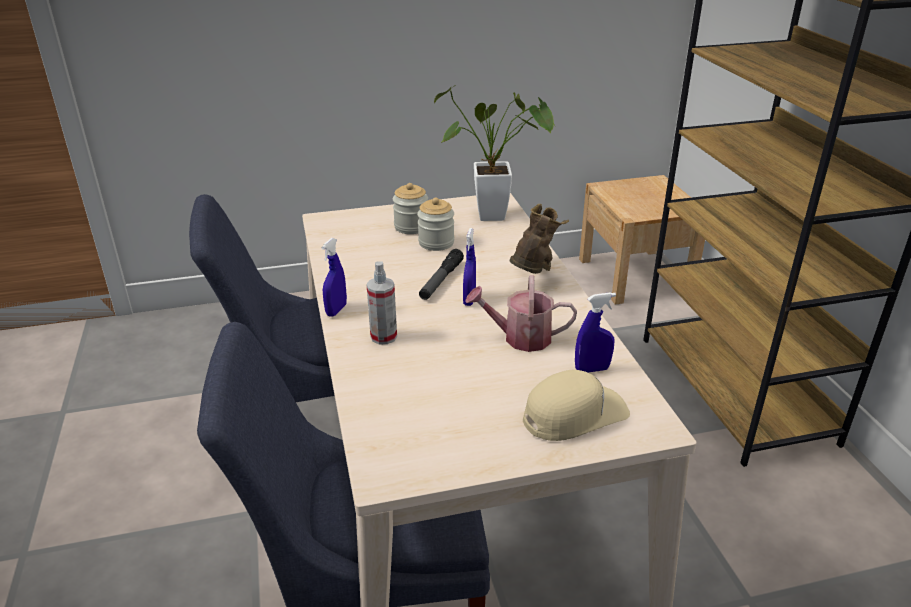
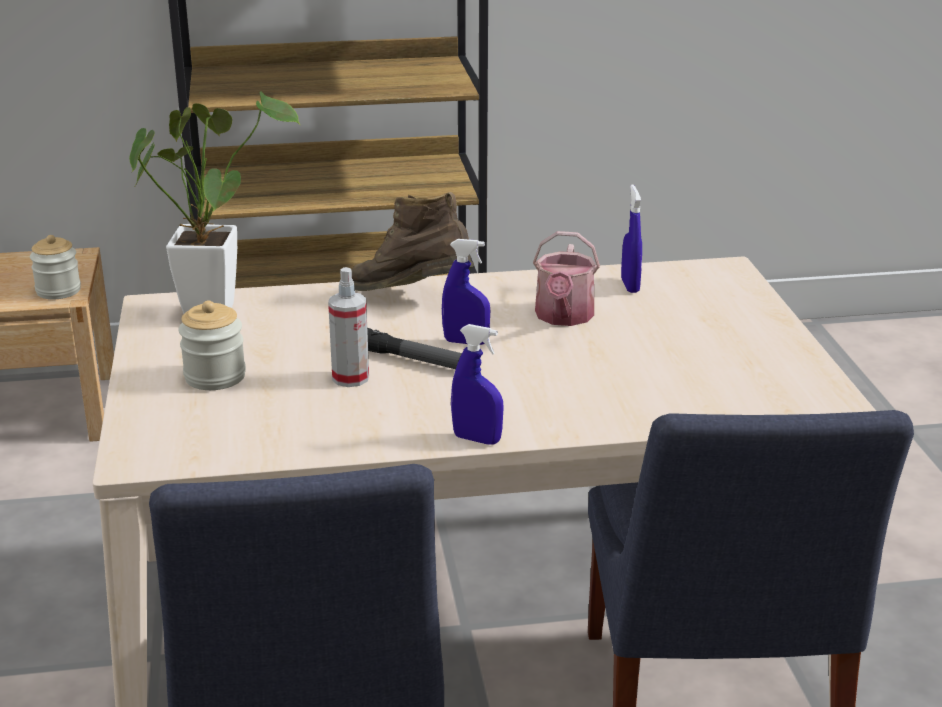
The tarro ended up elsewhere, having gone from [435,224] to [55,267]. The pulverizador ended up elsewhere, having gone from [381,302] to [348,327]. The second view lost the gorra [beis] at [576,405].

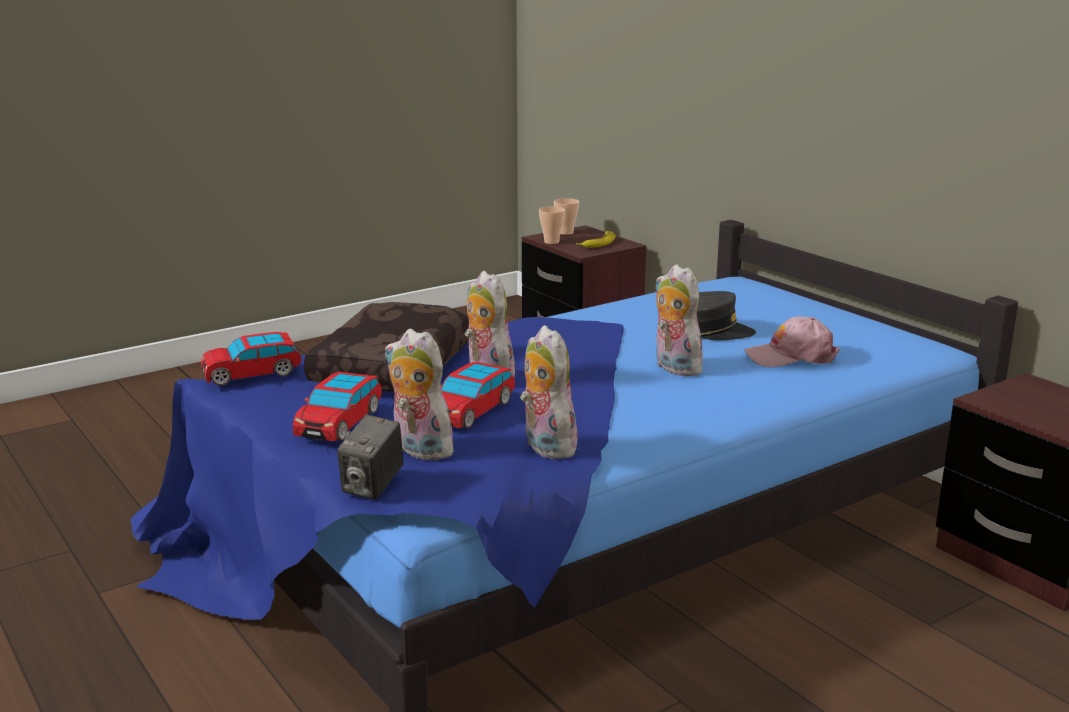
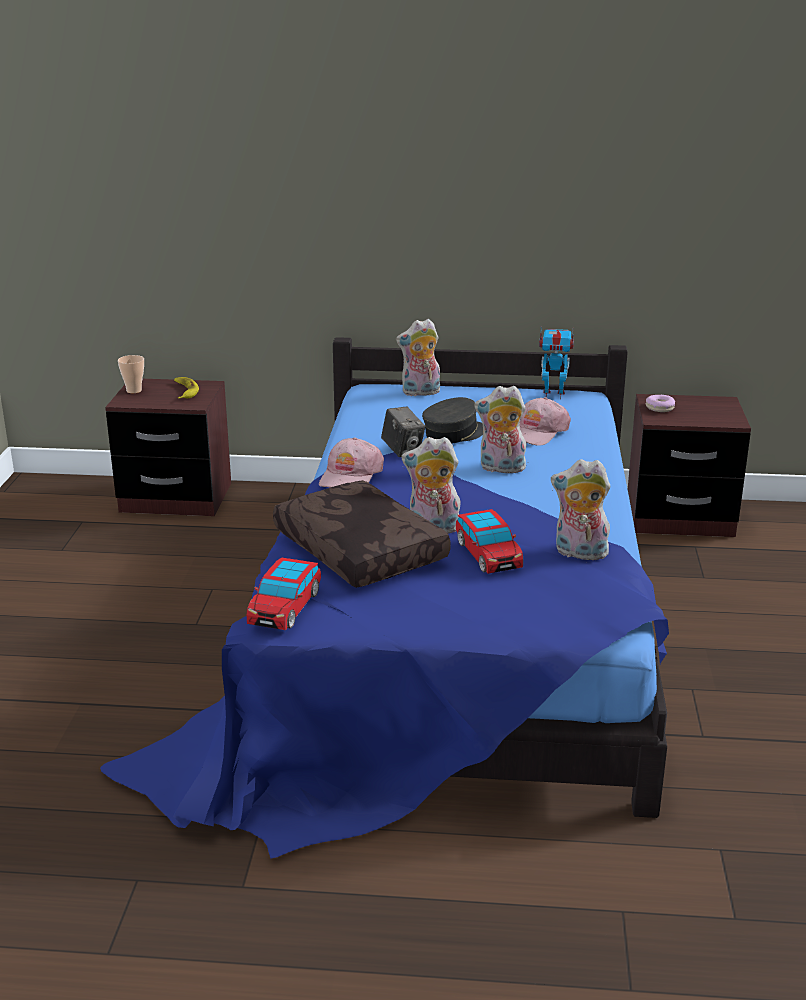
The second view lost the taza at [552,225]. The peluche ended up elsewhere, having gone from [423,394] to [418,358]. The second view lost the coche de juguete at [337,406]. The cámara ended up elsewhere, having gone from [370,457] to [403,431]. The second view gained the robot de juguete at [556,362]. The second view gained the rosquilla at [660,403]. The second view gained the gorra [rosa] at [351,462].

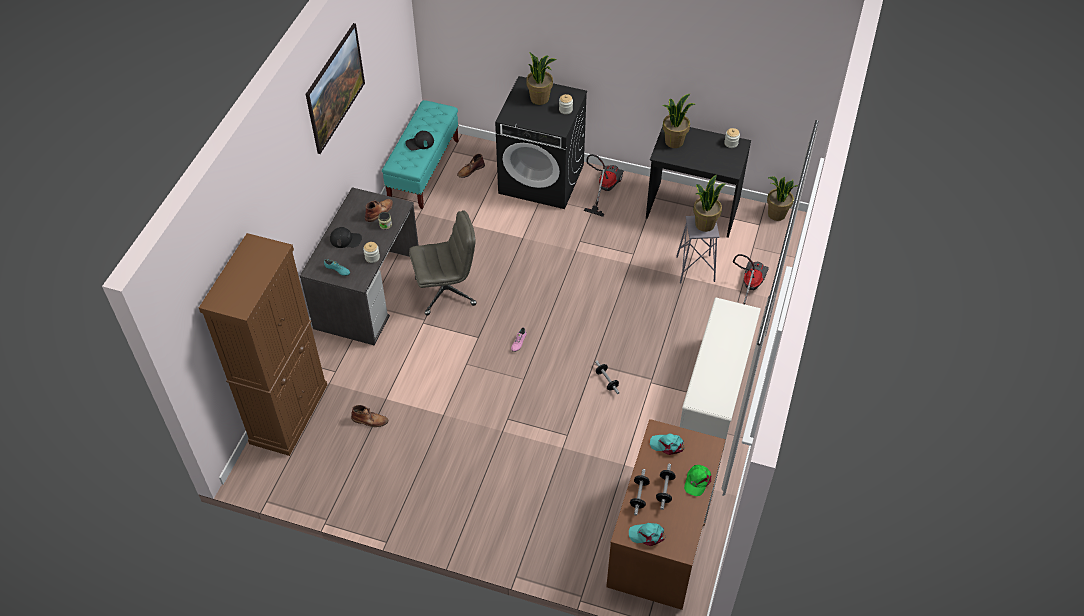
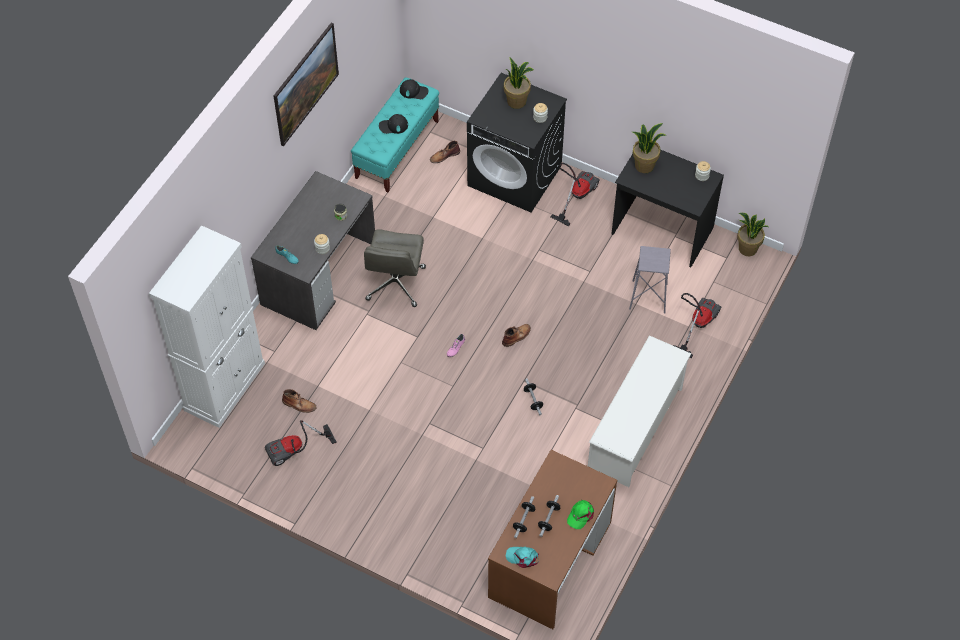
The second view lost the planta en maceta at [709,203]. The bota [marrón] ended up elsewhere, having gone from [379,210] to [516,335]. The silla de oficina [gris] at [443,263] ended up facing another way, 105 degrees clockwise from before. The gorra [negro] ended up elsewhere, having gone from [346,237] to [414,89]. What was the armario [marrón] at [263,344] turned into the armario [blanco] at [207,326]. The second view lost the gorra [turquesa] at [667,444]. The second view gained the aspiradora at [301,443].

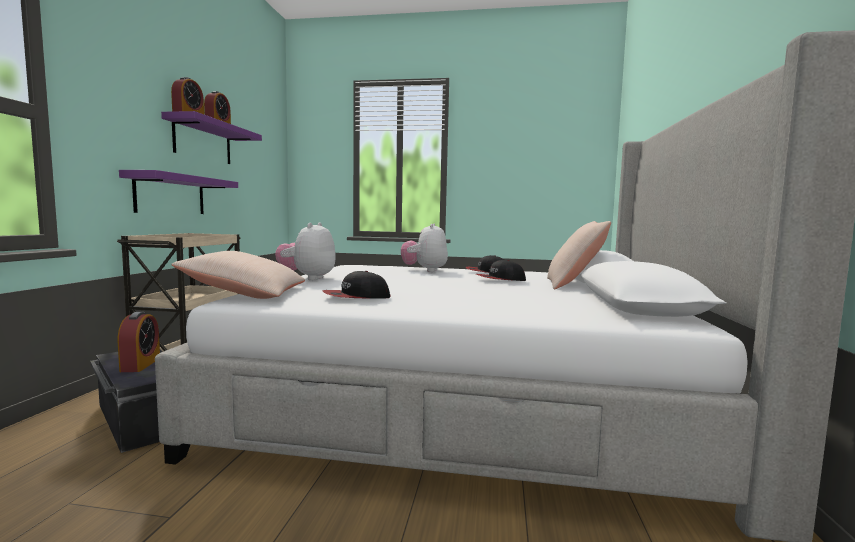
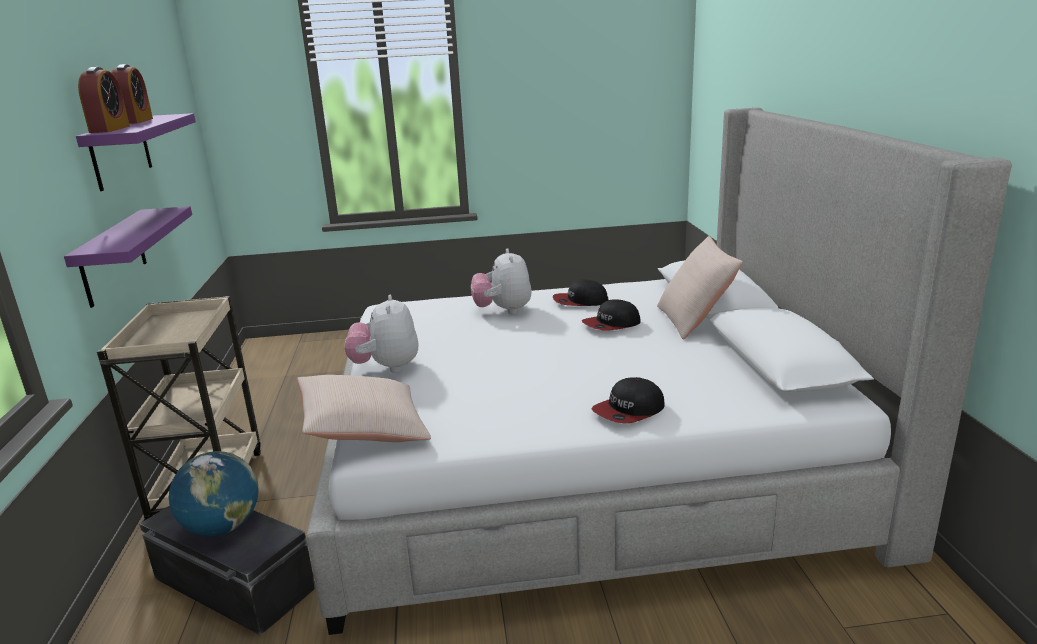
The gorra ended up elsewhere, having gone from [357,285] to [627,400]. Where the despertador stood at [139,342], the globo terráqueo came to stand at [214,493].

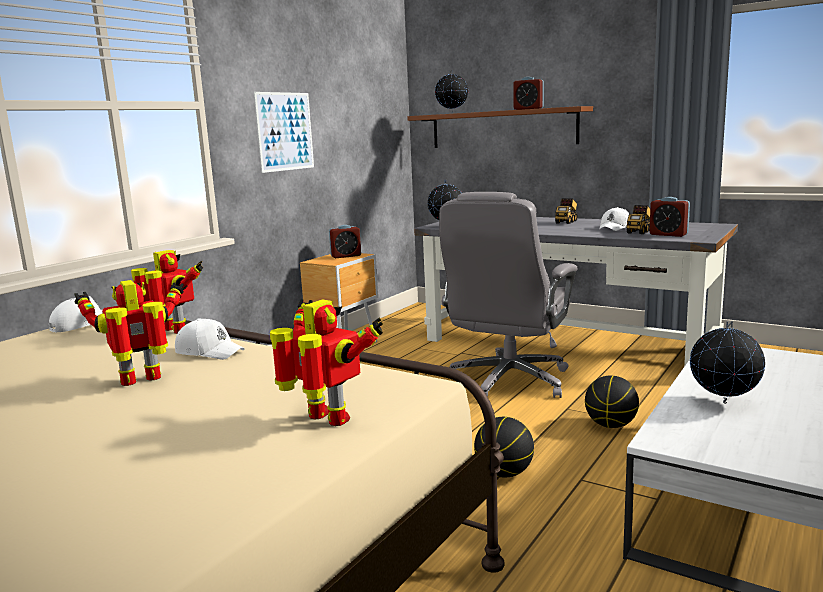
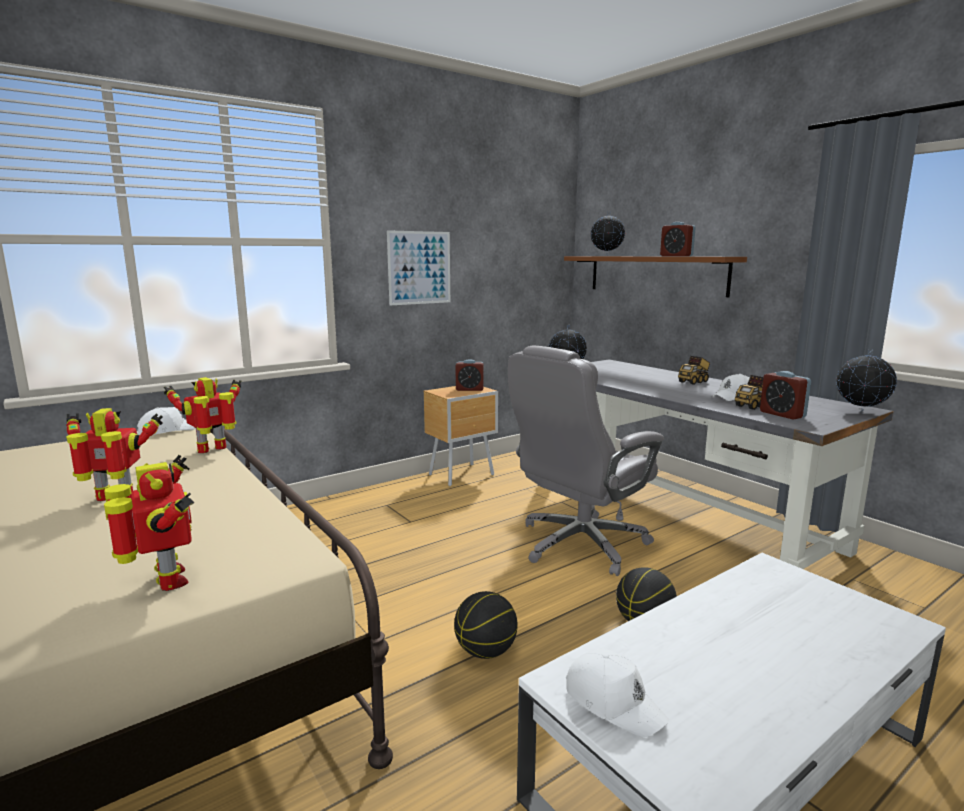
The robot de juguete at [167,292] ended up facing another way, 105 degrees counterclockwise from before. The gorra [blanco] ended up elsewhere, having gone from [210,339] to [617,693]. The globo terráqueo ended up elsewhere, having gone from [727,362] to [866,381].

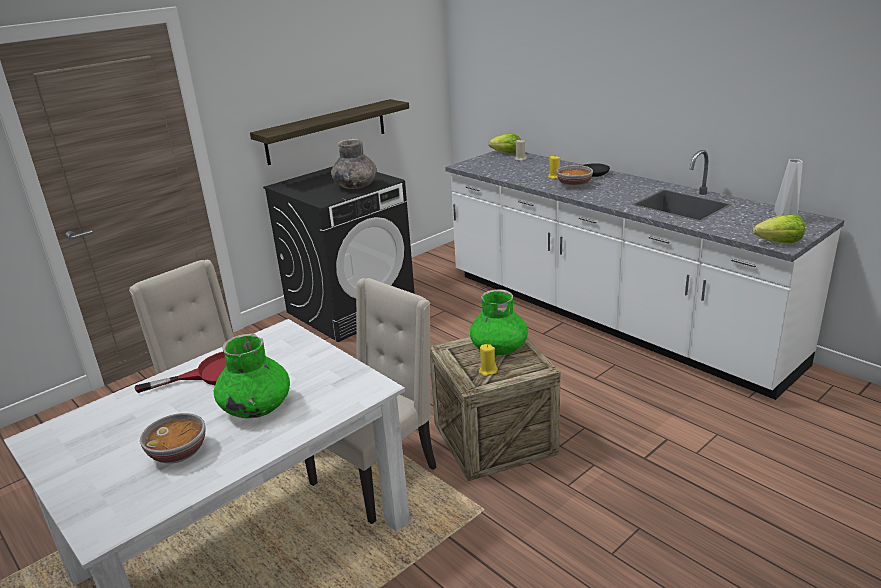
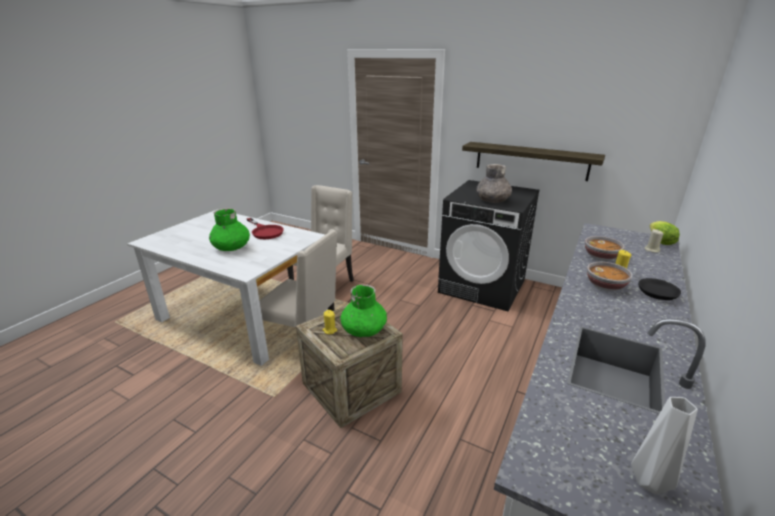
The second view lost the lechuga at [779,228]. The cuenco ended up elsewhere, having gone from [173,438] to [605,248].

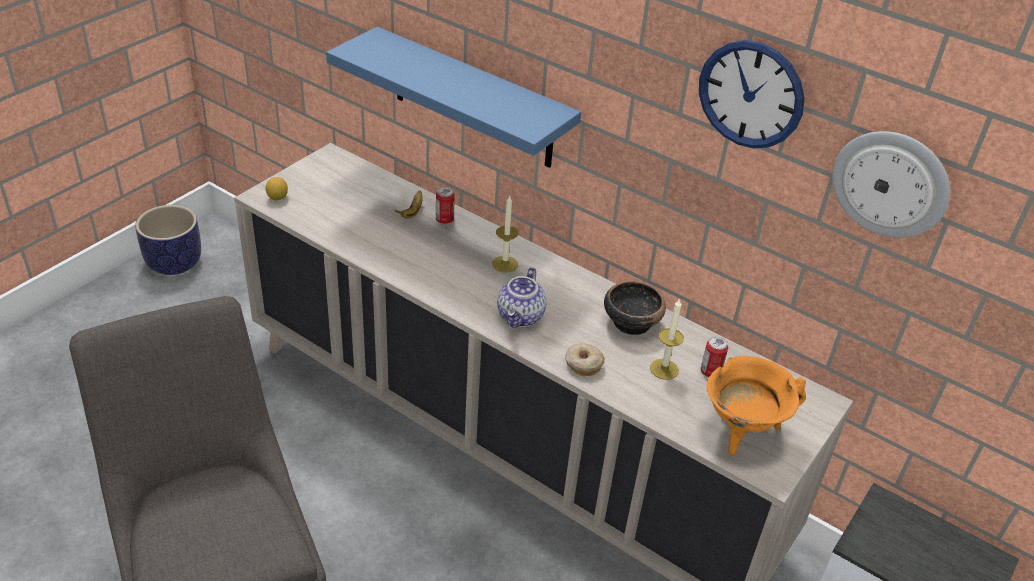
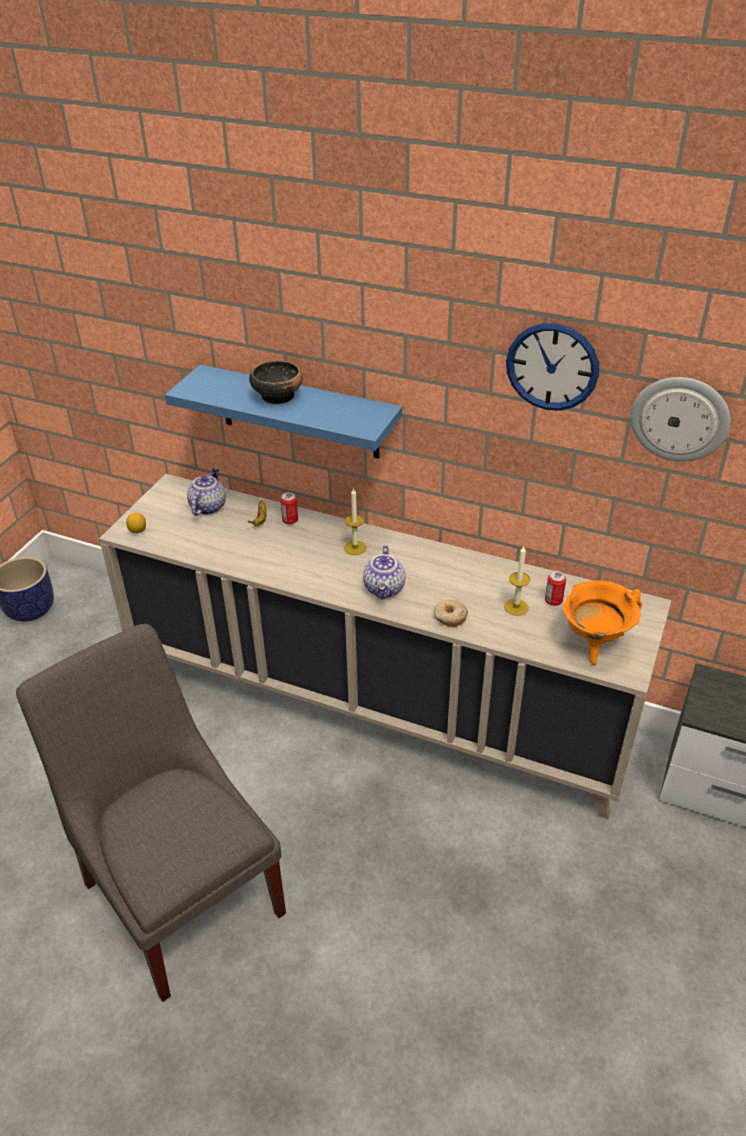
The cuenco ended up elsewhere, having gone from [635,308] to [276,382]. The second view gained the tetera at [206,491].

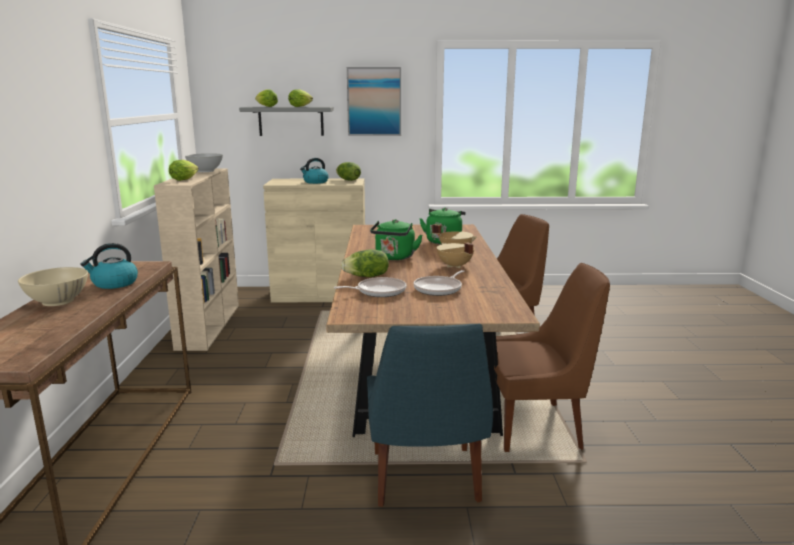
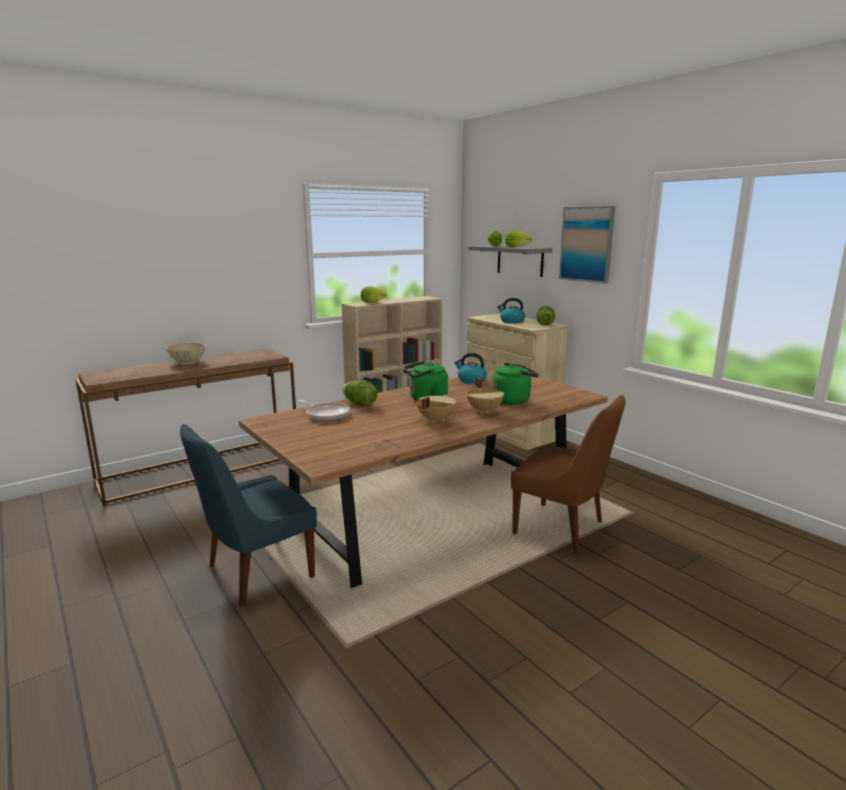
The second view lost the cuenco [blanco] at [204,162]. The hervidor ended up elsewhere, having gone from [109,266] to [471,368]. The second view lost the silla [marrón] at [552,357]. The second view lost the sartén at [439,283].

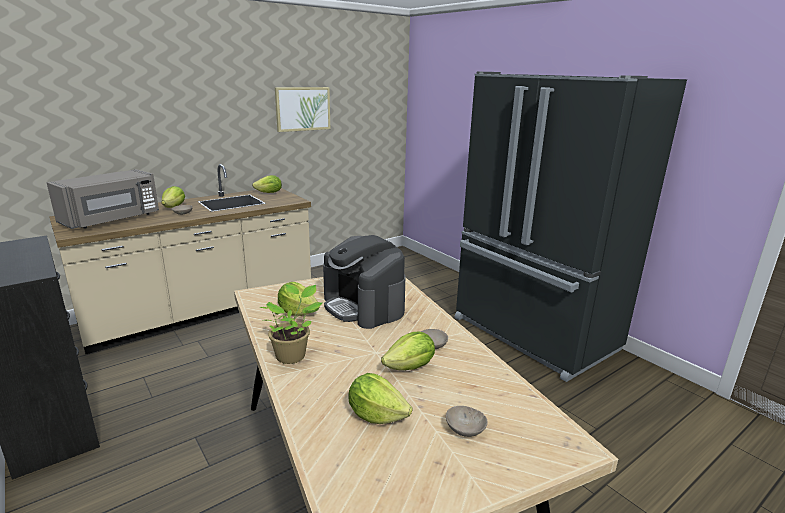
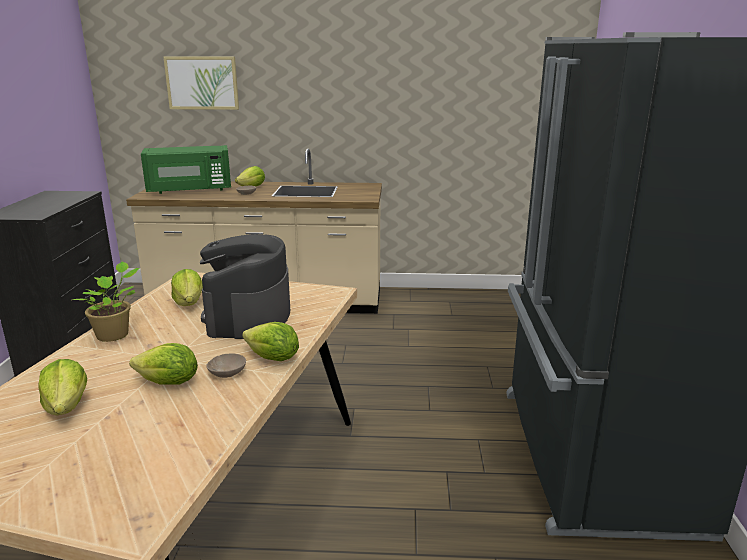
The cuadro ended up elsewhere, having gone from [302,109] to [201,83]. What was the microondas [gris] at [103,199] turned into the microondas [verde] at [186,169]. The lechuga ended up elsewhere, having gone from [267,184] to [270,341]. The second view lost the cuenco [beis] at [466,421].

